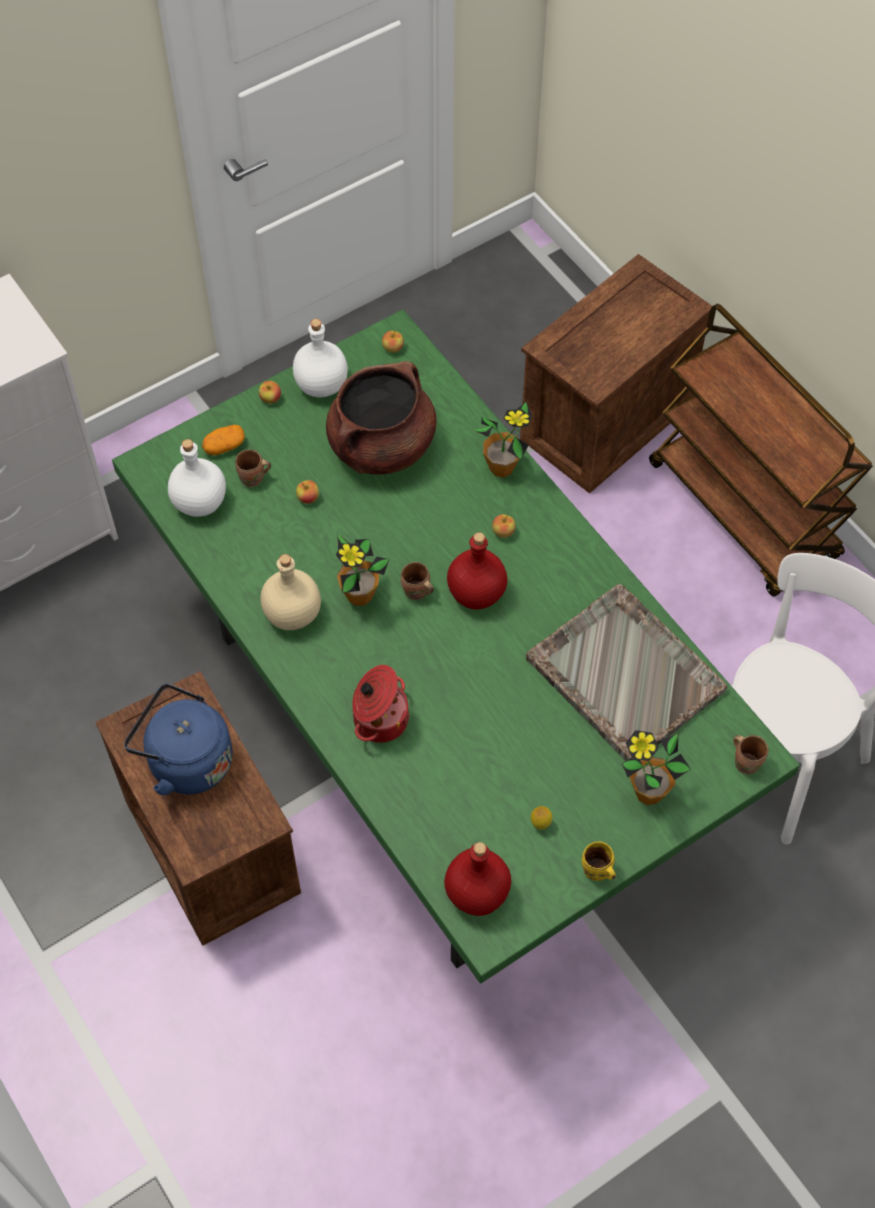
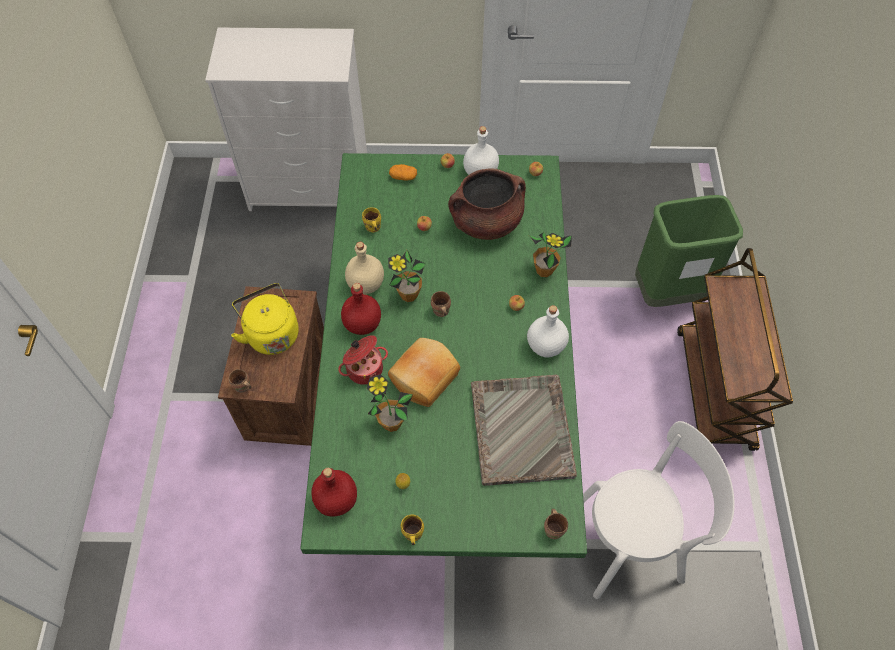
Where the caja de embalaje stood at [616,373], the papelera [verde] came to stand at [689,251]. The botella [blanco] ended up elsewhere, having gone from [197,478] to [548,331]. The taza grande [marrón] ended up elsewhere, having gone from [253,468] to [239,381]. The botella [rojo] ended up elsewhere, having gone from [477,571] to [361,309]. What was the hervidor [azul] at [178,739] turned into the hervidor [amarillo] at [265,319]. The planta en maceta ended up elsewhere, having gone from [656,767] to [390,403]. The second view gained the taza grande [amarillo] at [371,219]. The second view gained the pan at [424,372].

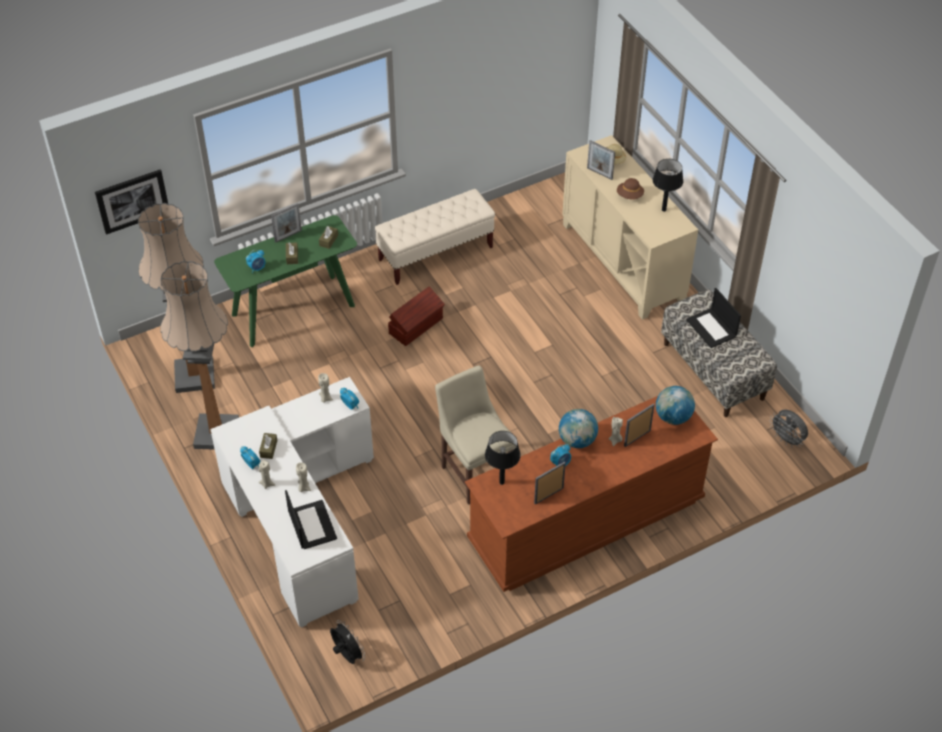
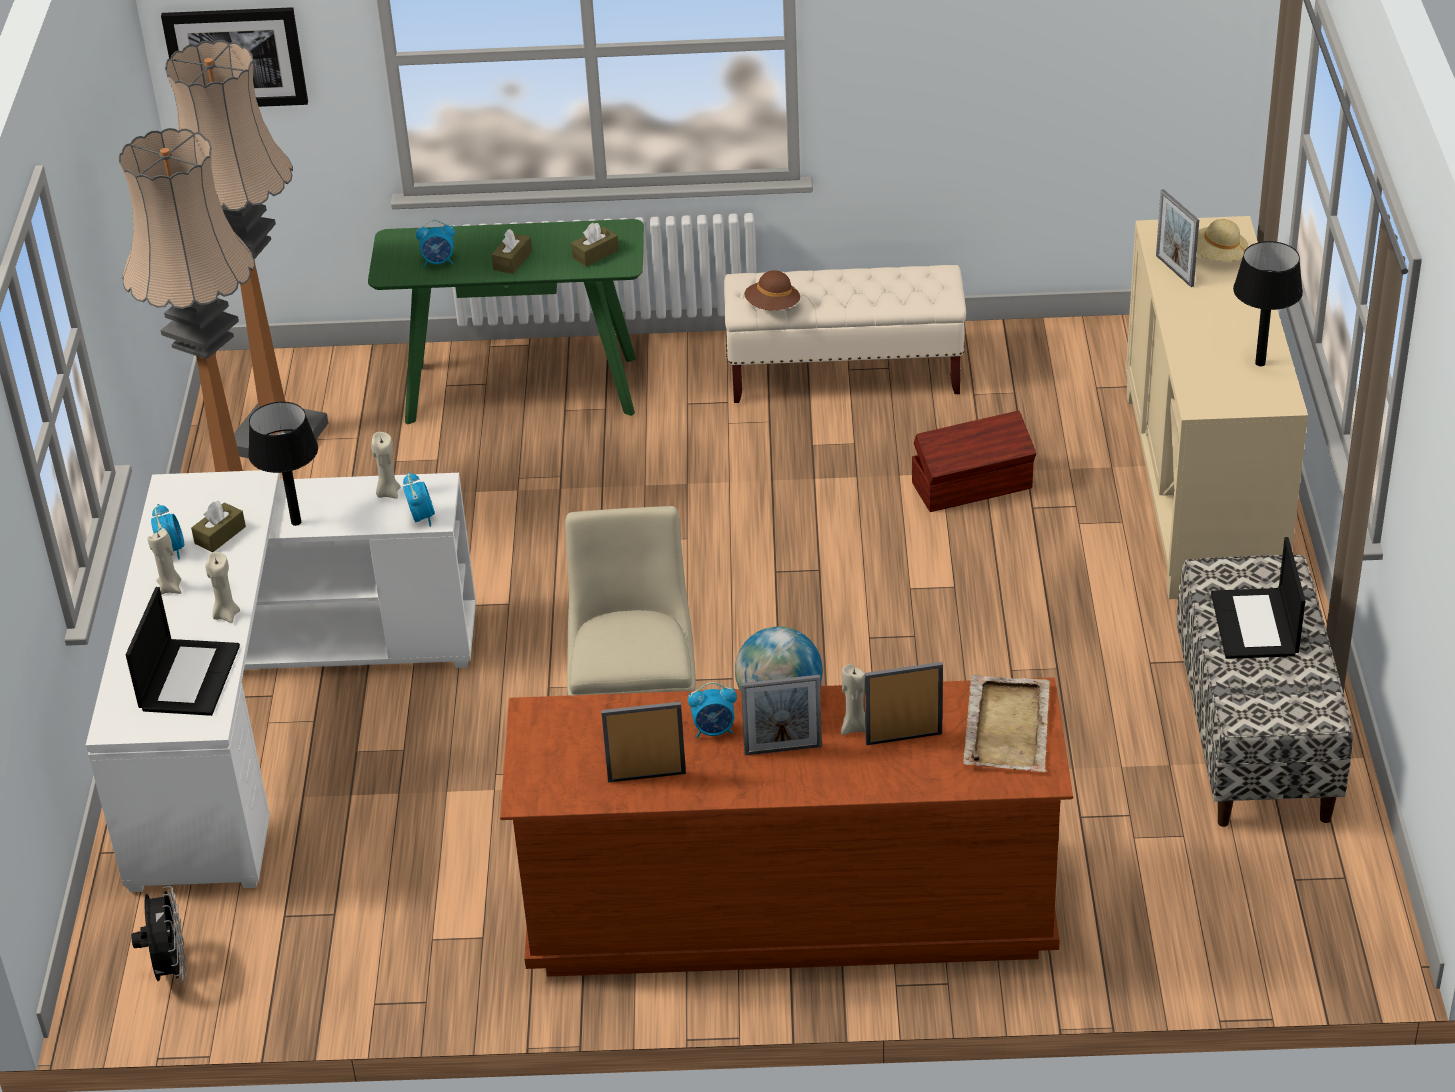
The sombrero [marrón] ended up elsewhere, having gone from [630,189] to [772,290]. The portarretratos ended up elsewhere, having gone from [286,223] to [781,715]. The caja de almacenaje [marrón] ended up elsewhere, having gone from [416,316] to [974,461]. Where the globo terráqueo stood at [675,405], the bandeja [beis] came to stand at [1006,723]. The second view lost the ventilador [gris] at [789,428]. The lámpara de mesa [negro] ended up elsewhere, having gone from [503,458] to [283,464].

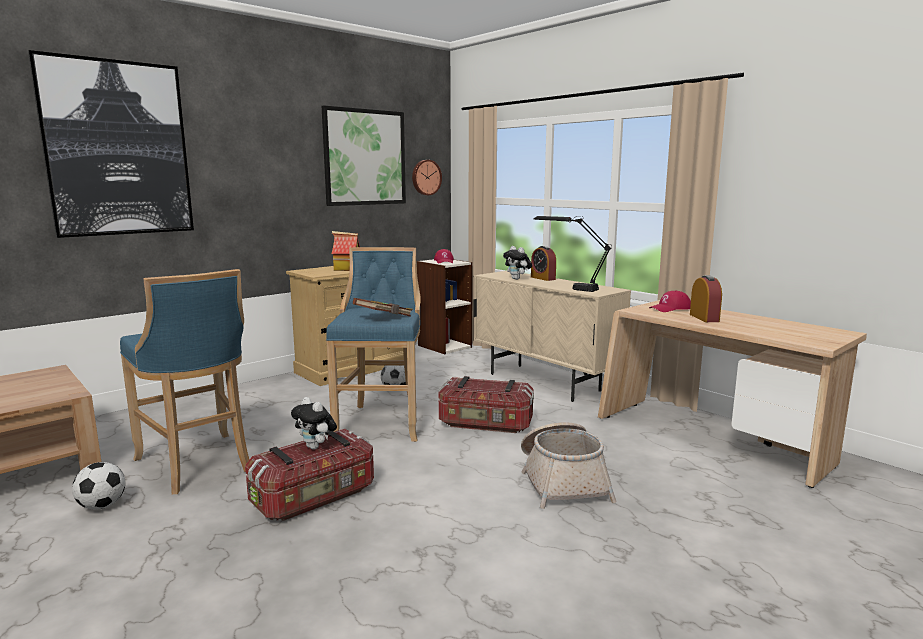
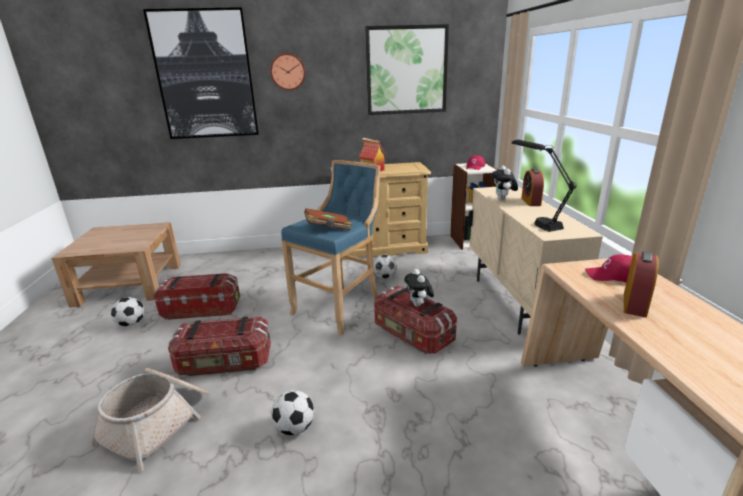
The reloj de pared ended up elsewhere, having gone from [427,177] to [287,71]. Where the taburete [azul] stood at [184,381], the caja de almacenaje came to stand at [197,296]. The peluche ended up elsewhere, having gone from [314,423] to [419,288]. The cesta ended up elsewhere, having gone from [569,465] to [150,420]. The second view gained the balón de fútbol at [292,412].

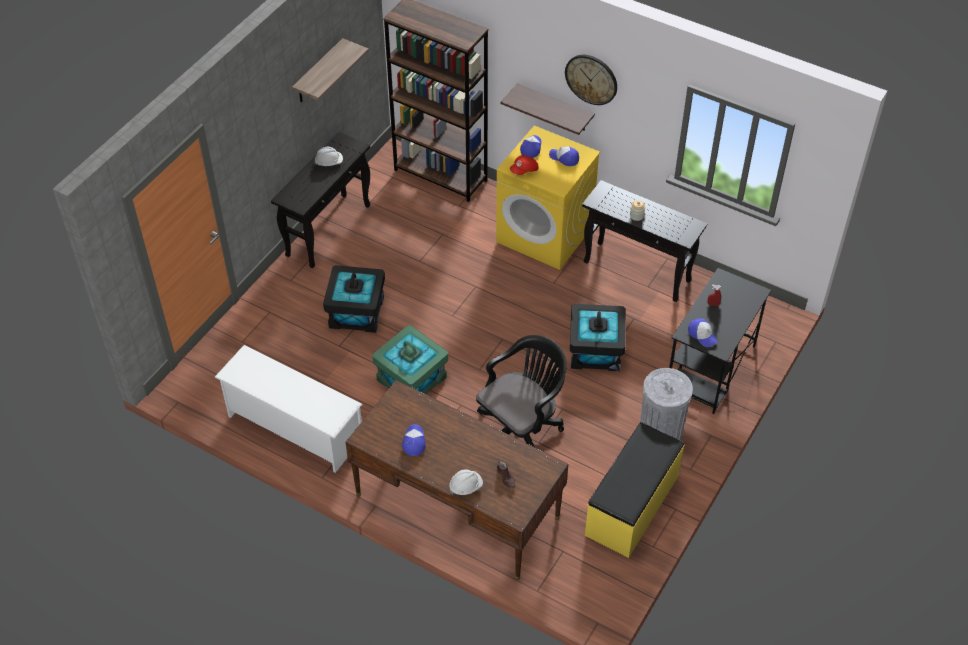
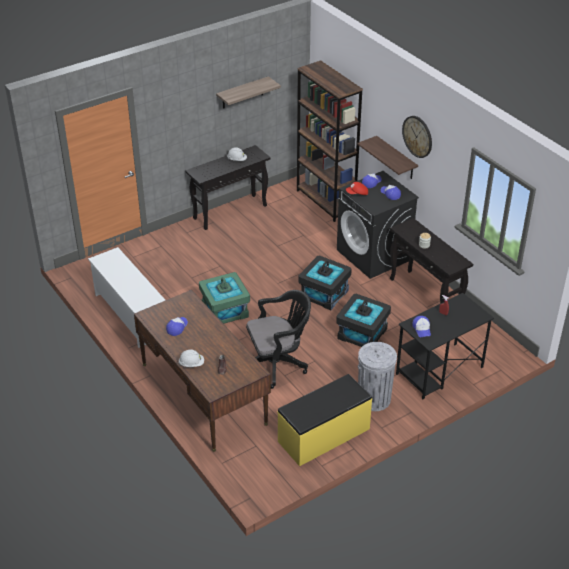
What was the lavadora [amarillo] at [548,198] turned into the lavadora [negro] at [378,225]. The caja de almacenaje [negro] ended up elsewhere, having gone from [354,299] to [325,283].

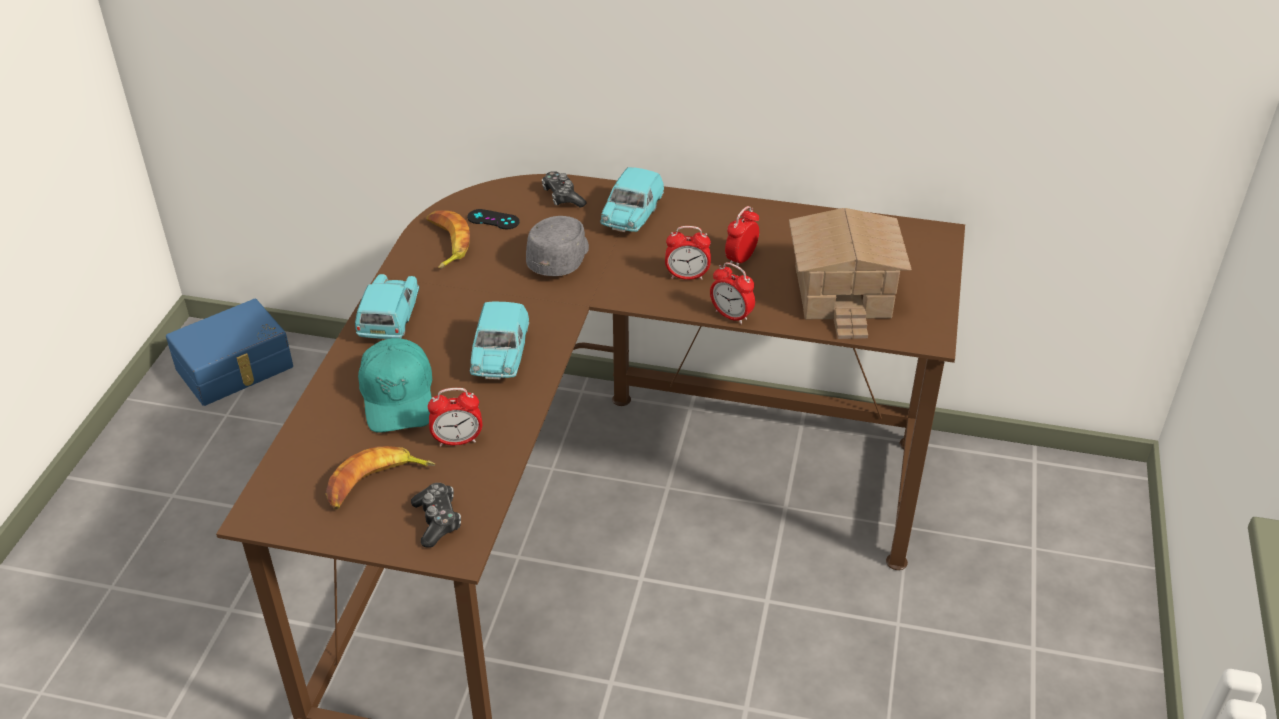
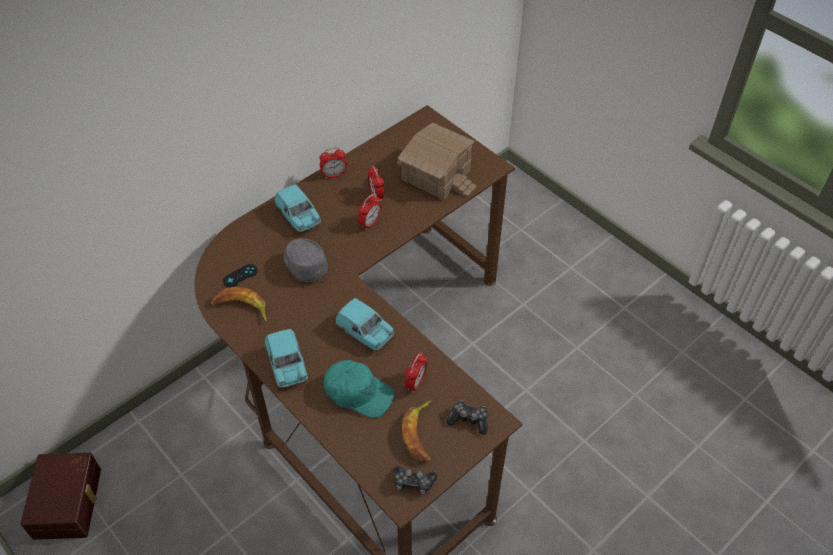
The mando de consola ended up elsewhere, having gone from [564,189] to [415,480]. The despertador ended up elsewhere, having gone from [732,293] to [333,163]. The coche de juguete [turquesa] at [387,306] ended up facing another way, 150 degrees counterclockwise from before. What was the caja de almacenaje [azul] at [229,352] turned into the caja de almacenaje [marrón] at [60,496].

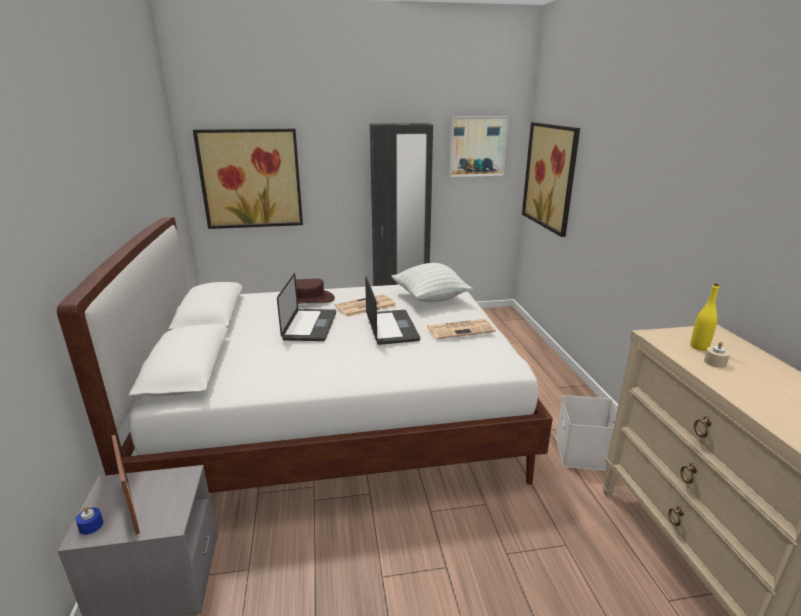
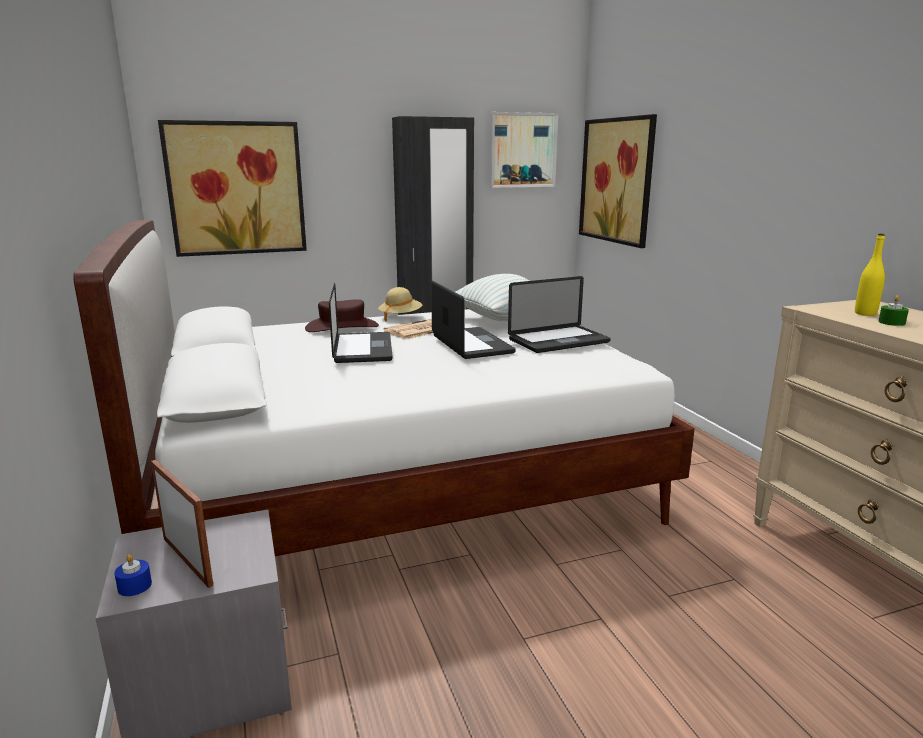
Where the periódico stood at [461,329], the portátil came to stand at [559,314]. What was the vela [beis] at [717,355] turned into the vela [verde] at [893,311]. The second view lost the caja de almacenaje [blanco] at [586,433]. The second view gained the sombrero [beis] at [400,304].

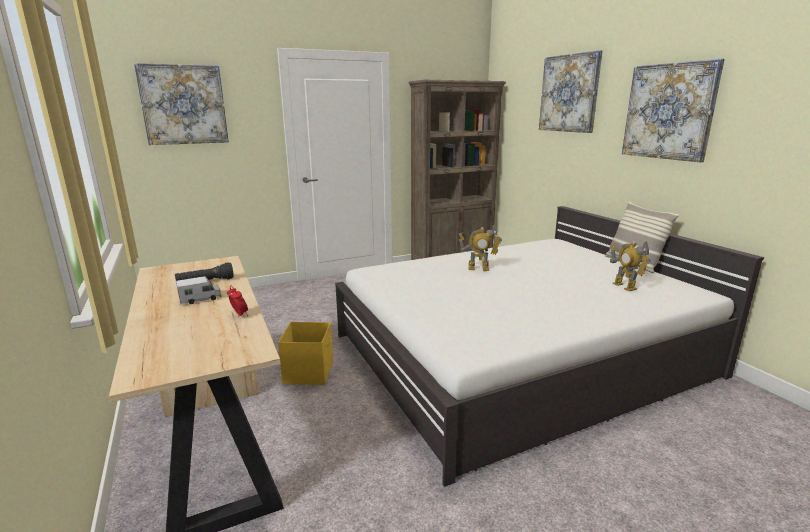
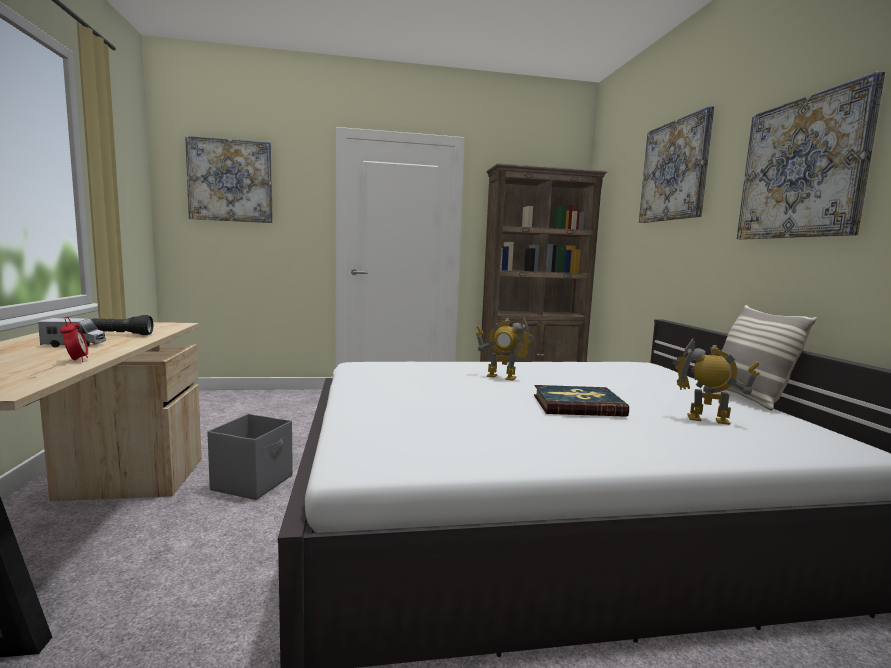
The robot de juguete at [630,266] ended up facing another way, 120 degrees clockwise from before. What was the caja de almacenaje [amarillo] at [305,353] turned into the caja de almacenaje [gris] at [250,457]. The second view gained the libro at [581,401].

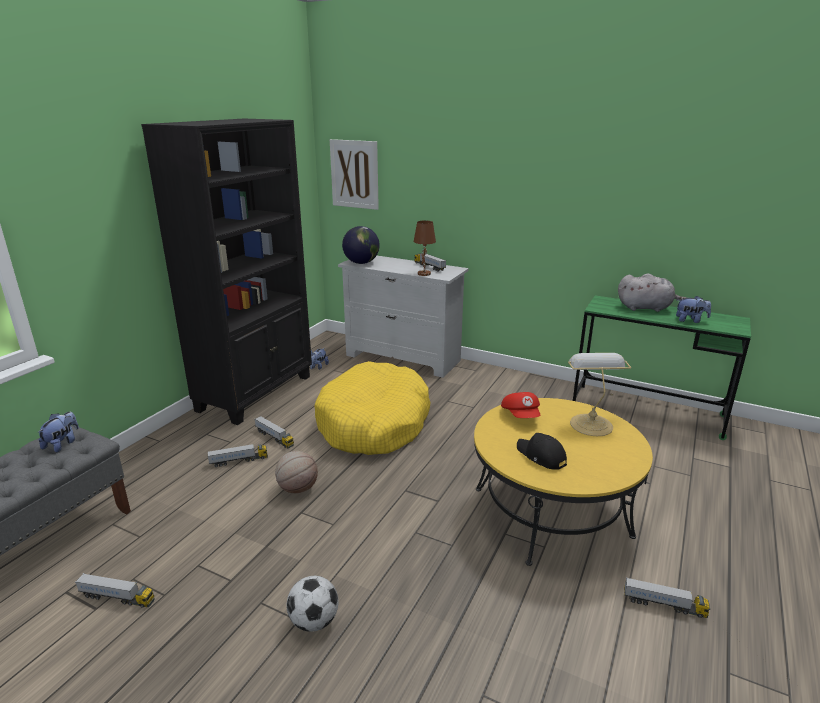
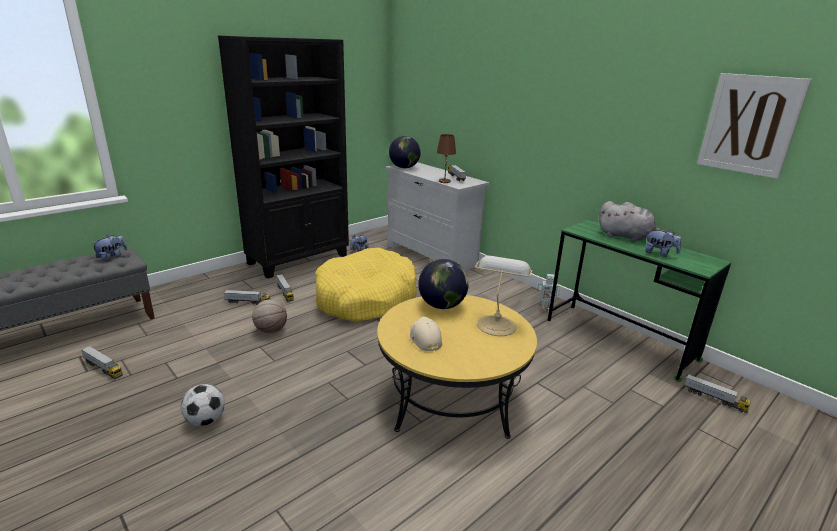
The cuadro ended up elsewhere, having gone from [354,174] to [754,126]. Where the gorra [rojo] stood at [520,405], the globo terráqueo came to stand at [443,284]. What was the gorra [negro] at [542,451] turned into the gorra [beis] at [426,334]. The camión de juguete ended up elsewhere, having gone from [667,597] to [717,393]. The second view gained the robot de juguete at [548,293].

